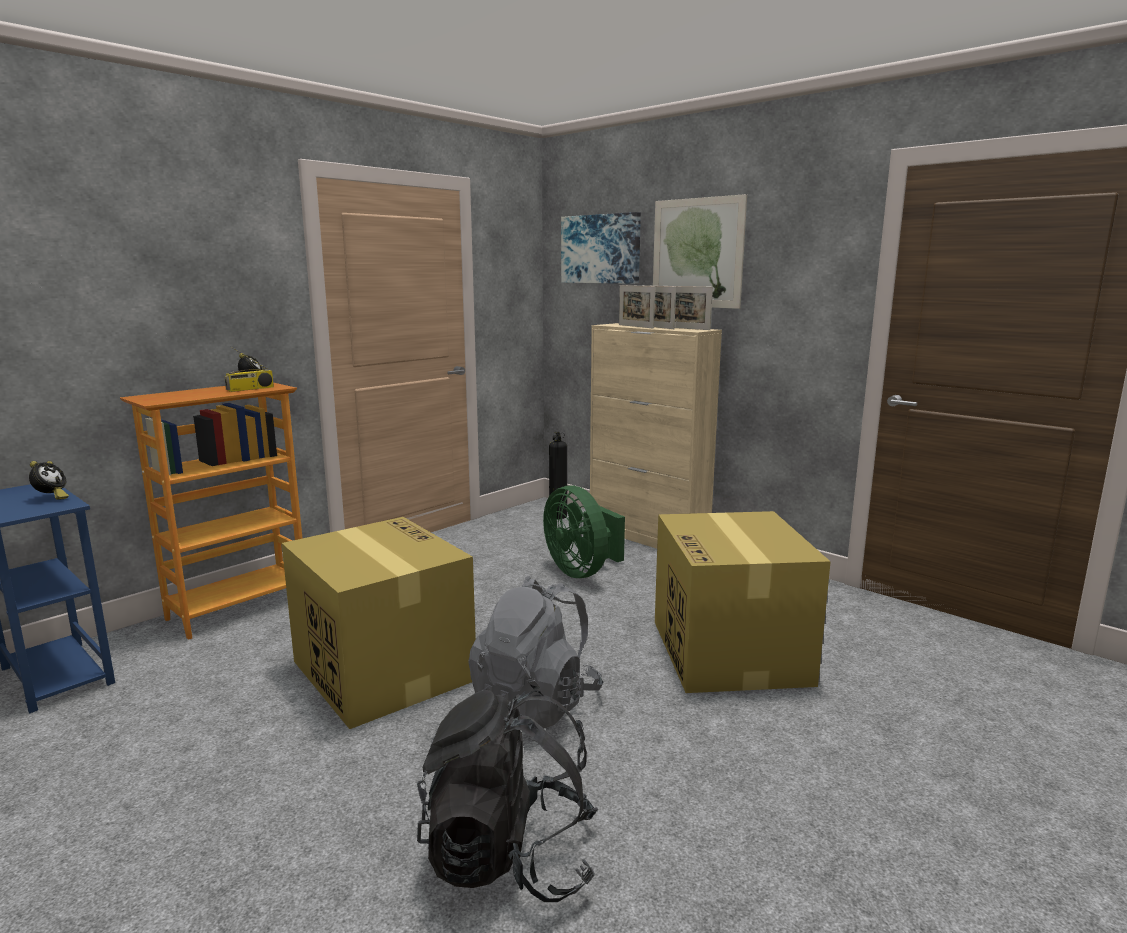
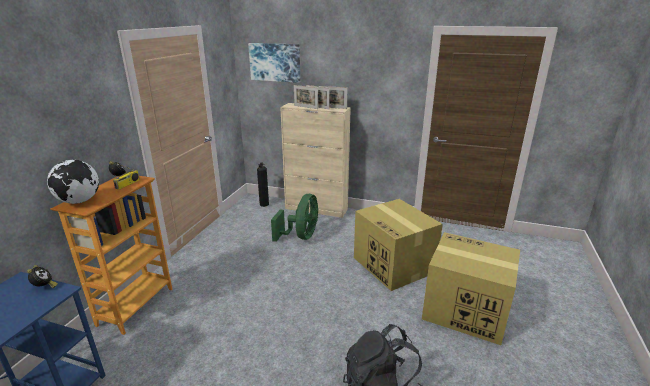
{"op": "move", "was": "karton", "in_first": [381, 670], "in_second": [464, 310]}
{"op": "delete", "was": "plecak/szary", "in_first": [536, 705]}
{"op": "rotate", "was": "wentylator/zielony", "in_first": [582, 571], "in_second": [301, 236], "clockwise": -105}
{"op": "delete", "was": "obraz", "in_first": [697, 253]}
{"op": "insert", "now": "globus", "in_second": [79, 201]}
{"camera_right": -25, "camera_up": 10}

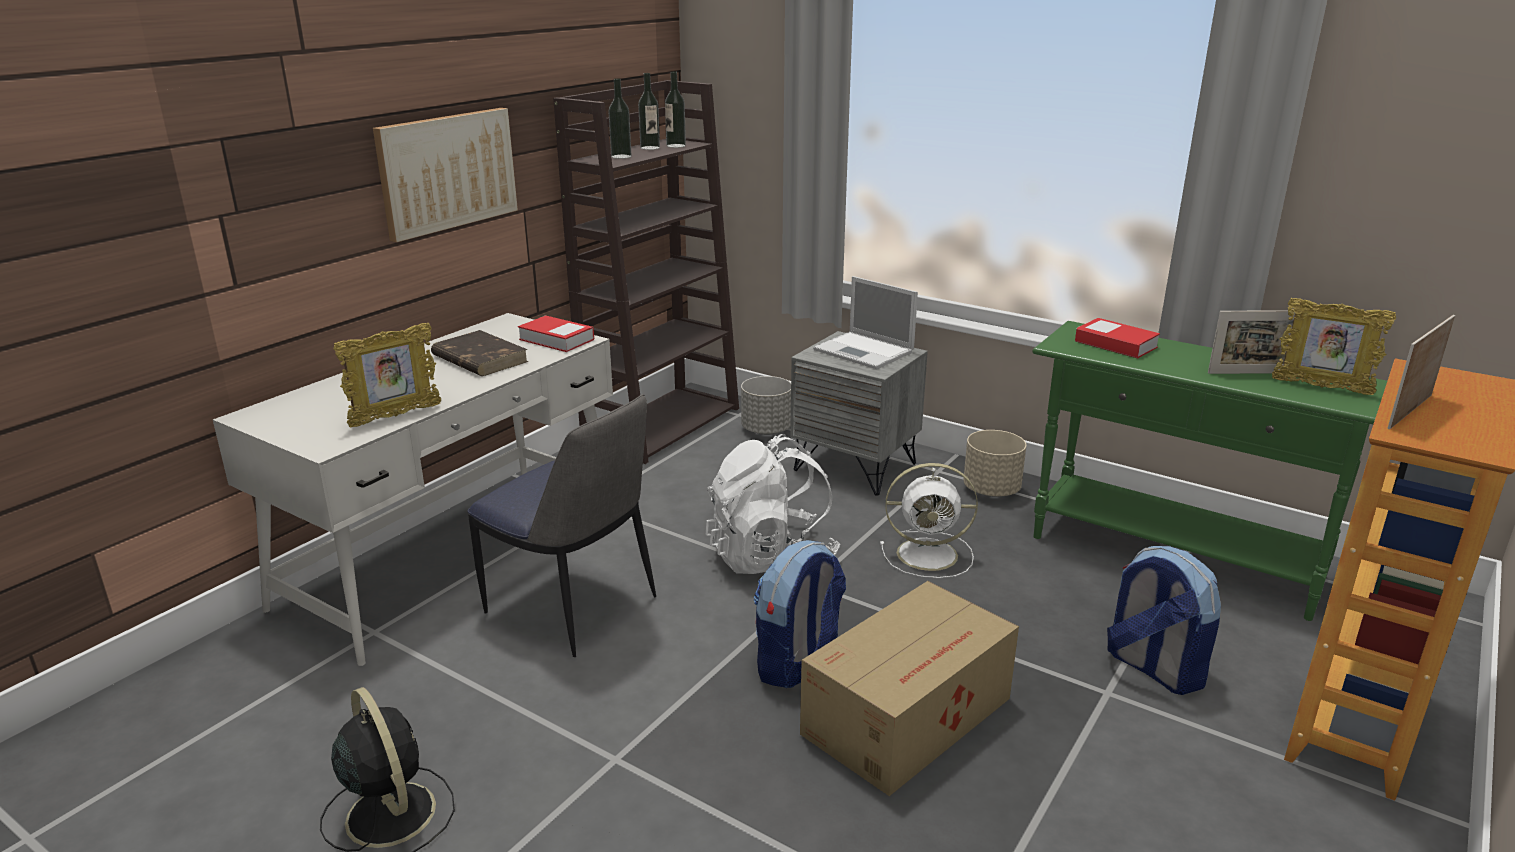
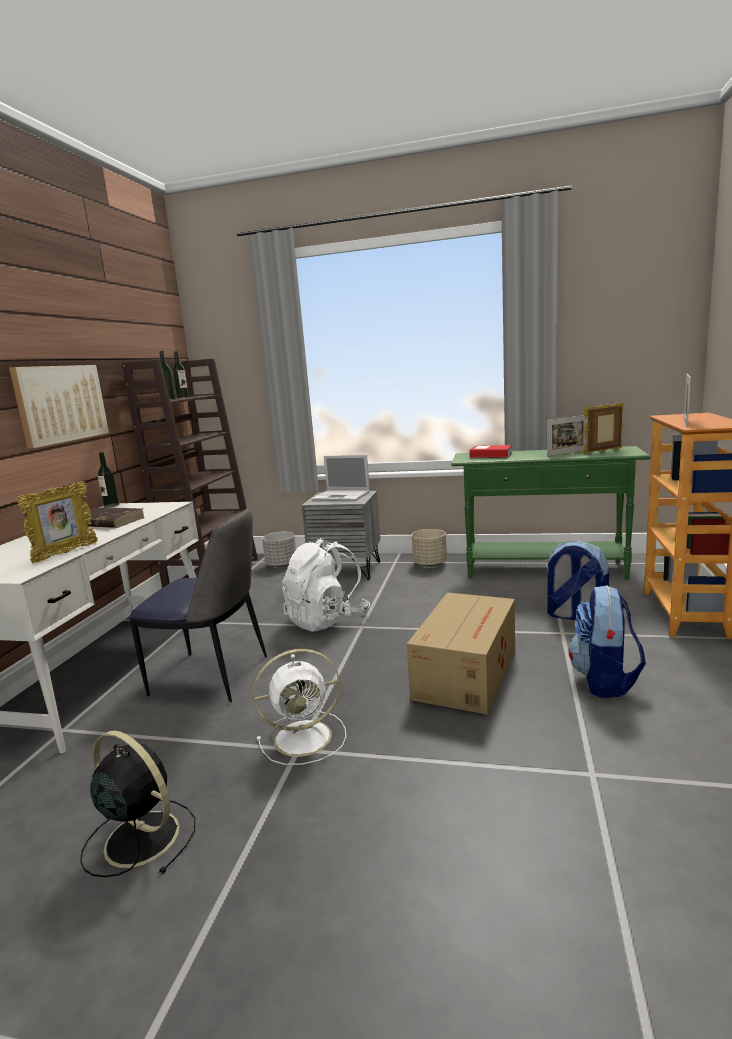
{"op": "delete", "was": "książka", "in_first": [556, 339]}
{"op": "move", "was": "butelka", "in_first": [676, 146], "in_second": [111, 505]}
{"op": "move", "was": "plecak", "in_first": [798, 664], "in_second": [605, 681]}
{"op": "move", "was": "wentylator/biały", "in_first": [930, 554], "in_second": [305, 737]}
{"op": "rotate", "was": "ramka na zdjęcie", "in_first": [1321, 387], "in_second": [603, 451], "clockwise": 150}
{"camera_right": -20, "camera_up": -10}

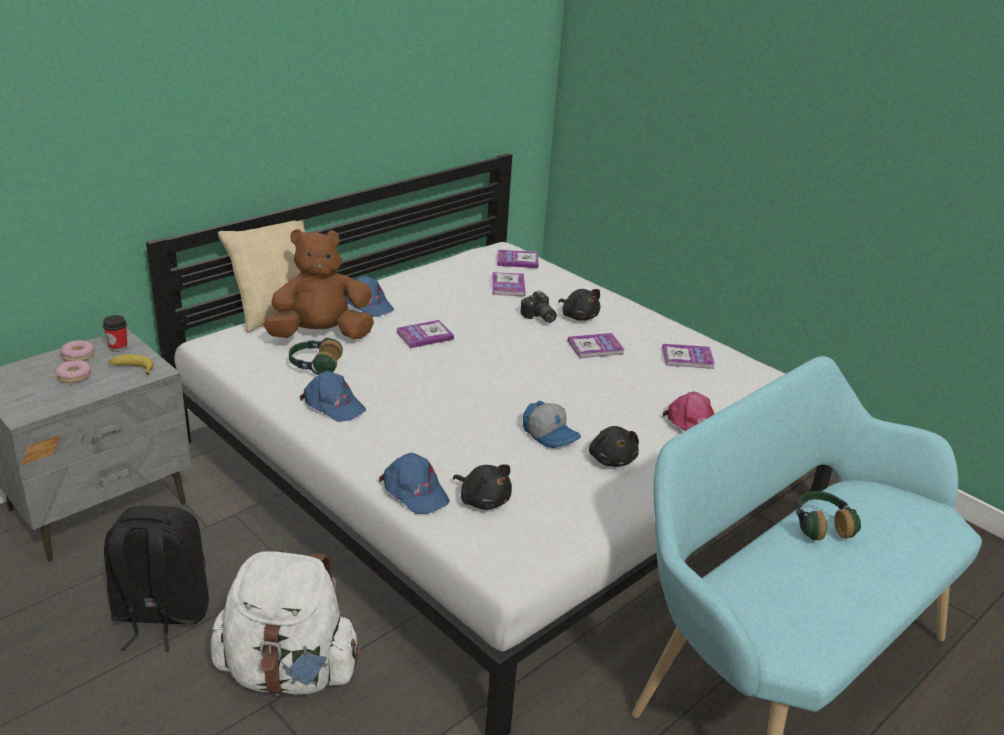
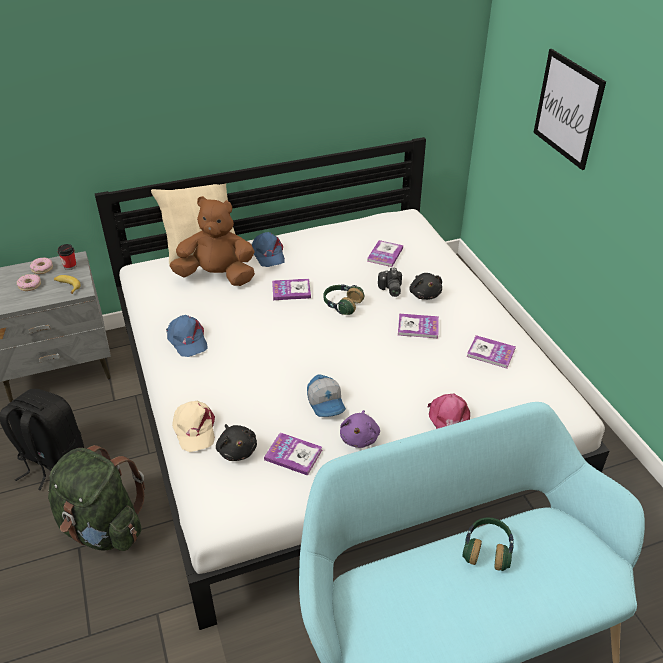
{"op": "recolor", "was": "plecak/biały", "now": "plecak/zielony", "in_first": [289, 672], "in_second": [103, 527]}
{"op": "move", "was": "słuchawki", "in_first": [315, 366], "in_second": [342, 304]}
{"op": "recolor", "was": "czapka z daszkiem/niebieski", "now": "czapka z daszkiem/beżowy", "in_first": [414, 491], "in_second": [194, 429]}
{"op": "move", "was": "książka", "in_first": [517, 260], "in_second": [293, 455]}
{"op": "recolor", "was": "pluszak/czarny", "now": "pluszak/fioletowy", "in_first": [612, 459], "in_second": [359, 437]}
{"op": "insert", "now": "obraz", "in_second": [568, 109]}
{"camera_right": 25, "camera_up": 10}

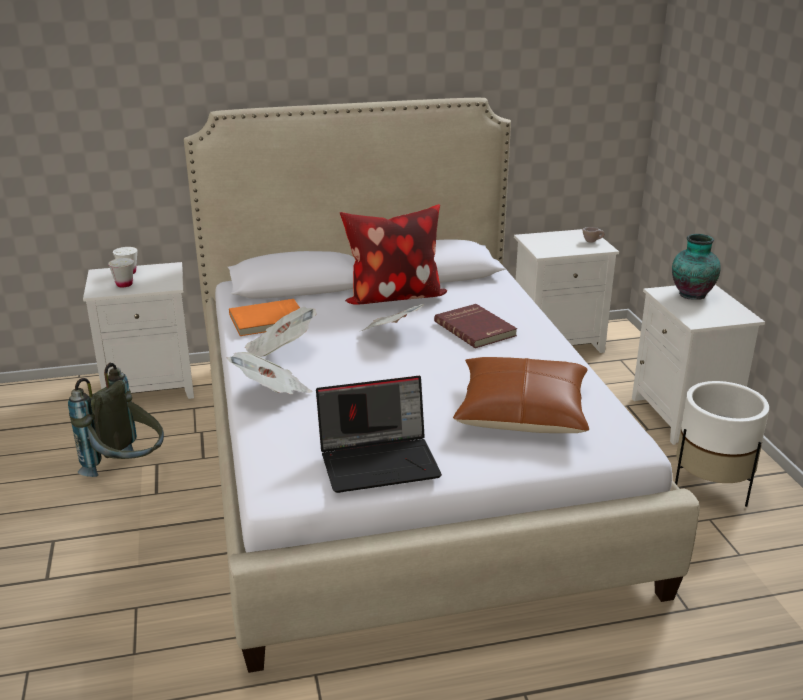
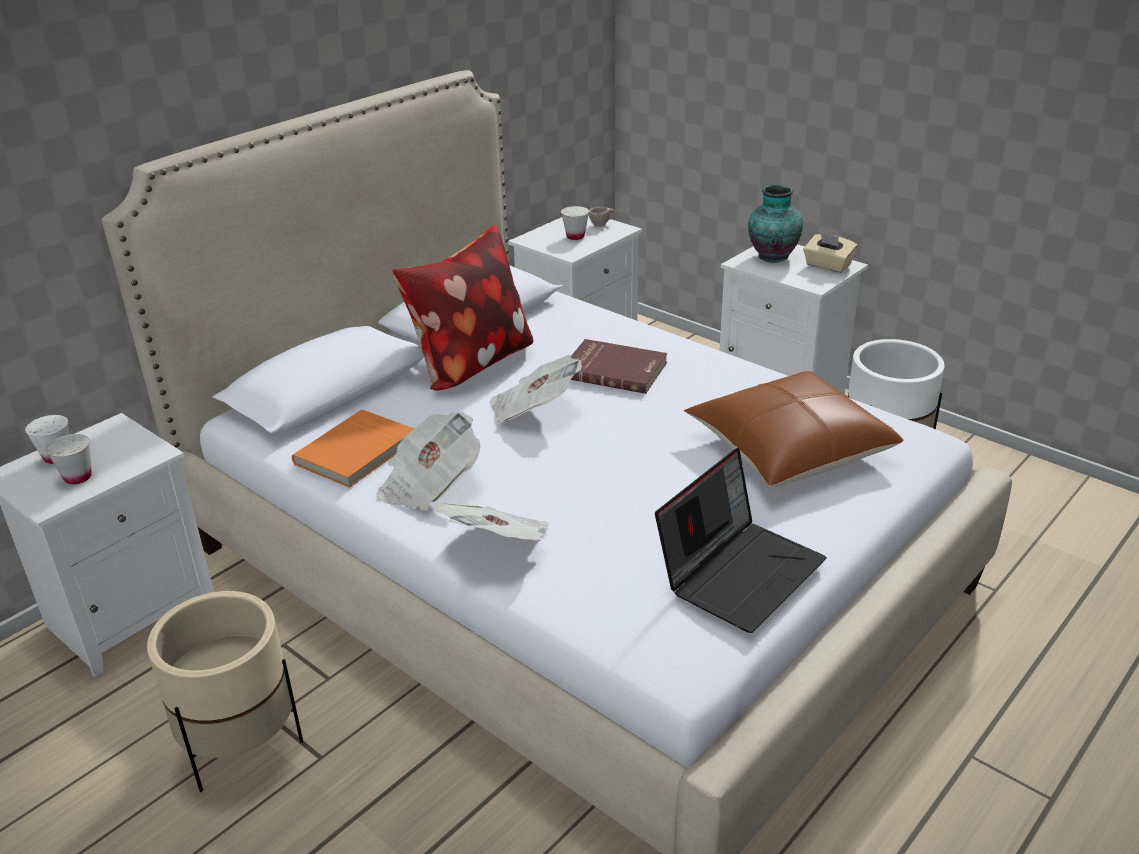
{"op": "replace", "was": "plecak/szary", "now": "donica/beżowy", "in_first": [128, 470], "in_second": [242, 746]}
{"op": "insert", "now": "filiżanka/biały", "in_second": [575, 236]}
{"op": "insert", "now": "pudełko chusteczek/beżowy", "in_second": [827, 266]}
{"camera_right": -35, "camera_up": 5}

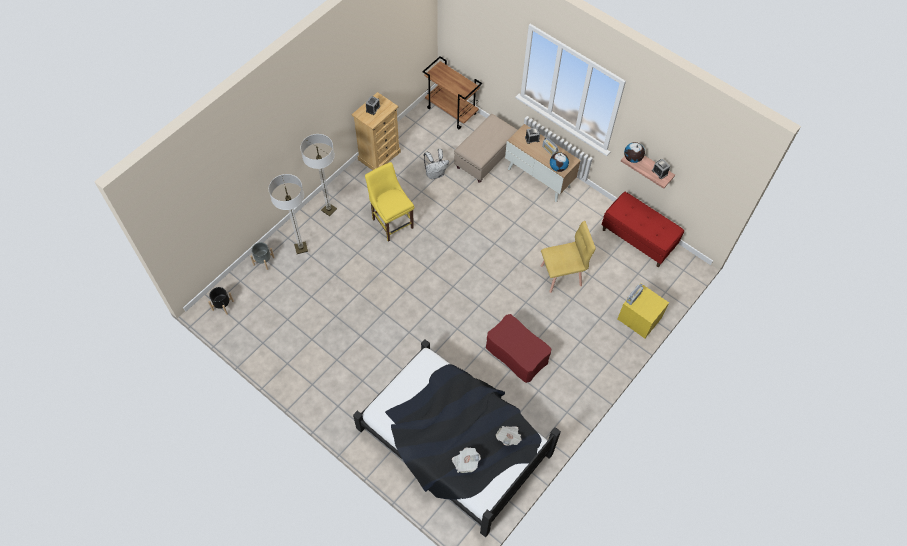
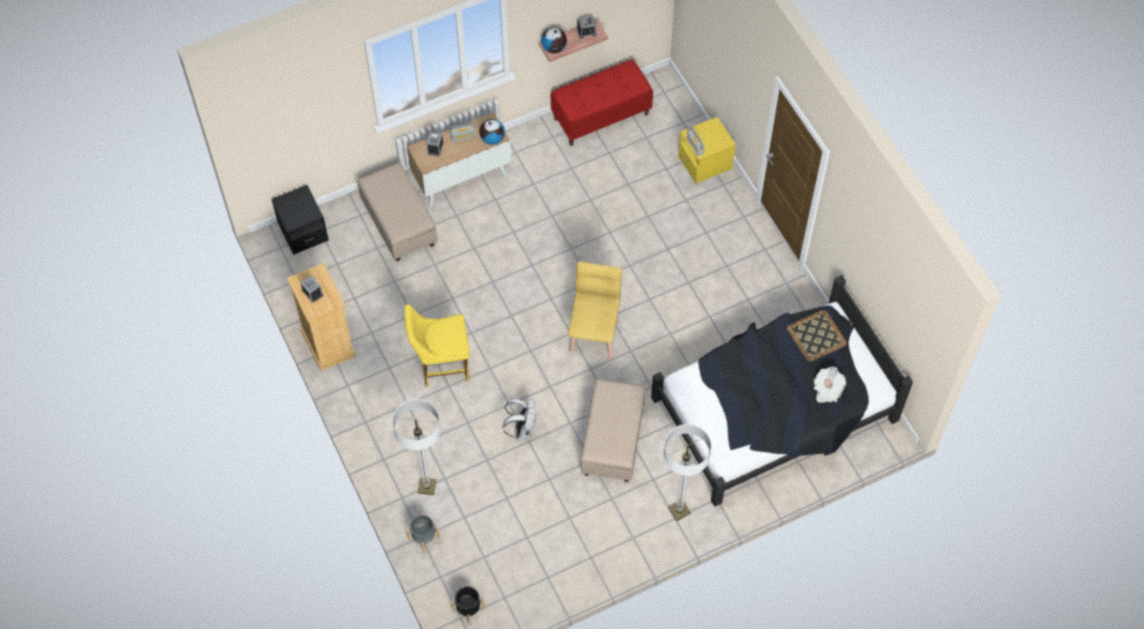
{"op": "move", "was": "lampa stojąca", "in_first": [329, 210], "in_second": [679, 510]}
{"op": "replace", "was": "wózek/brązowy", "now": "szafka nocna/czarny", "in_first": [452, 111], "in_second": [303, 231]}
{"op": "move", "was": "plecak/biały", "in_first": [435, 174], "in_second": [522, 429]}
{"op": "delete", "was": "pufa/czerwony", "in_first": [516, 354]}
{"op": "replace", "was": "gazeta", "now": "taca", "in_first": [509, 437], "in_second": [815, 335]}
{"op": "move", "was": "krzesło/żółty", "in_first": [561, 275], "in_second": [594, 336]}
{"op": "insert", "now": "pufa/beżowy", "in_second": [612, 441]}
{"camera_right": -65, "camera_up": 0}

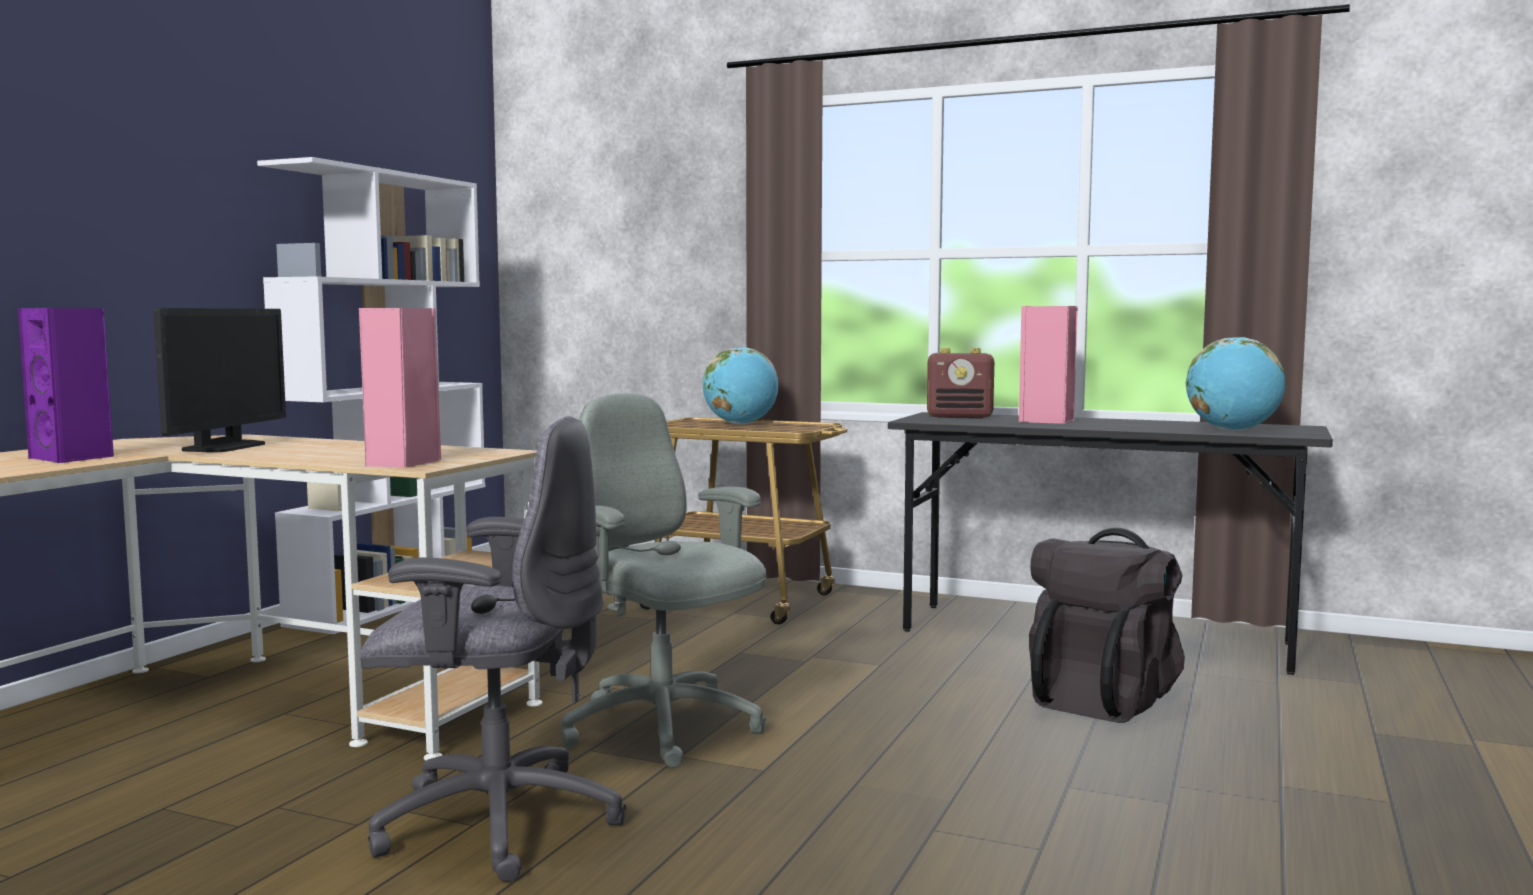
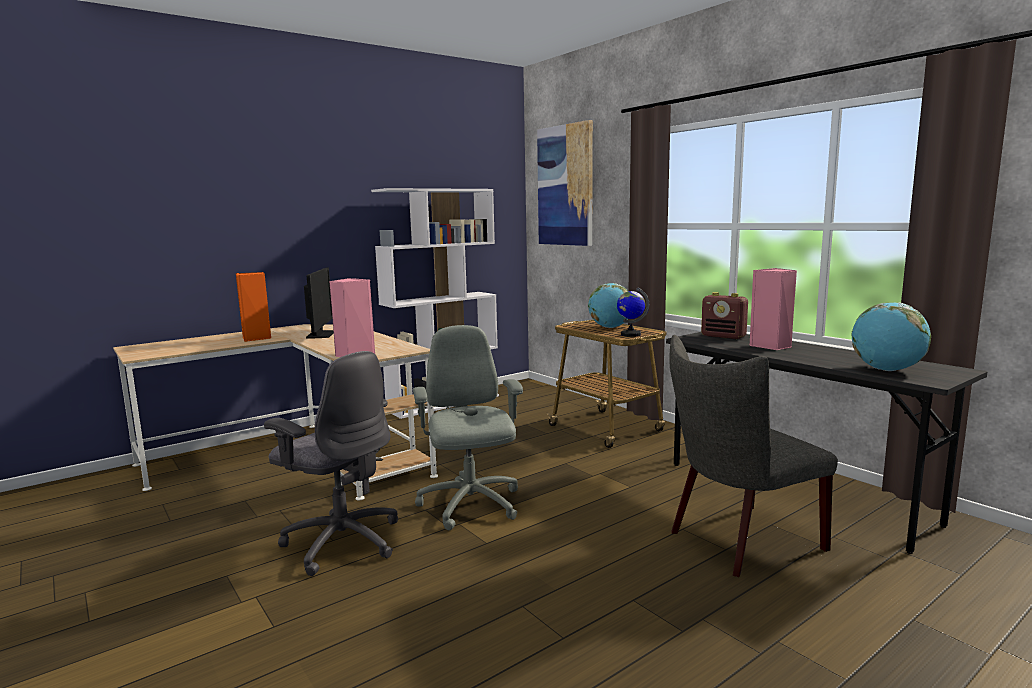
{"op": "recolor", "was": "głośnik/fioletowy", "now": "głośnik/pomarańczowy", "in_first": [73, 458], "in_second": [256, 338]}
{"op": "rotate", "was": "monitor", "in_first": [224, 447], "in_second": [320, 335], "clockwise": -45}
{"op": "replace", "was": "plecak/czarny", "now": "krzesło/szary", "in_first": [1103, 699], "in_second": [738, 542]}
{"op": "insert", "now": "obraz", "in_second": [565, 186]}
{"op": "insert", "now": "globus", "in_second": [630, 334]}
{"camera_right": 30, "camera_up": 5}

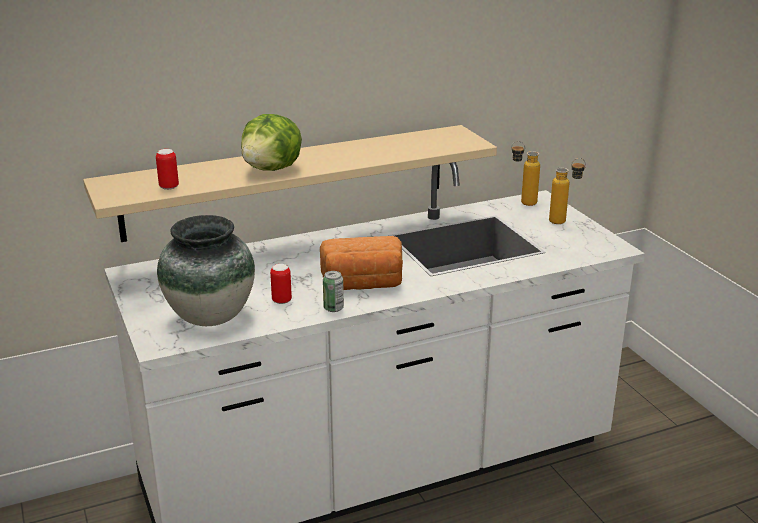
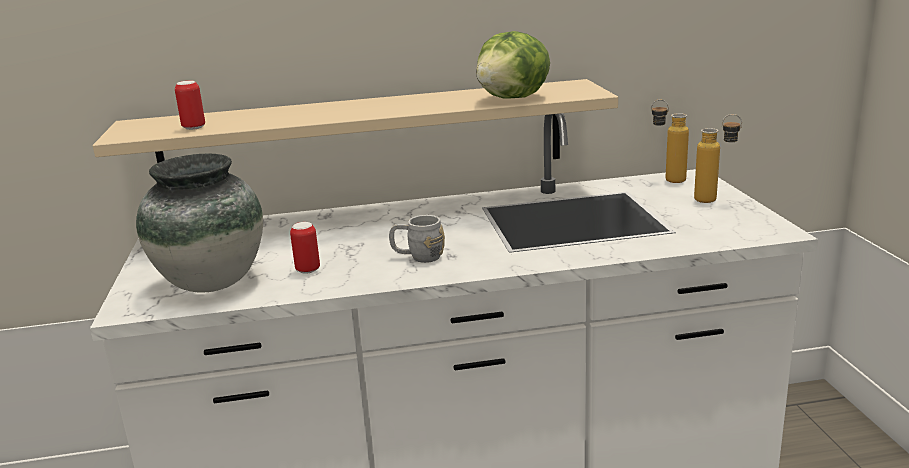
{"op": "move", "was": "sałata", "in_first": [272, 169], "in_second": [514, 98]}
{"op": "replace", "was": "chleb", "now": "kubek/szary", "in_first": [363, 284], "in_second": [418, 257]}
{"op": "delete", "was": "puszka", "in_first": [333, 308]}
{"camera_right": 15, "camera_up": -5}

